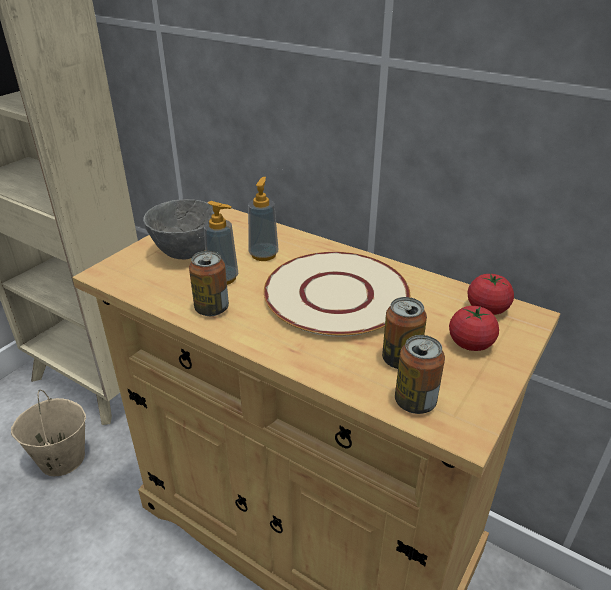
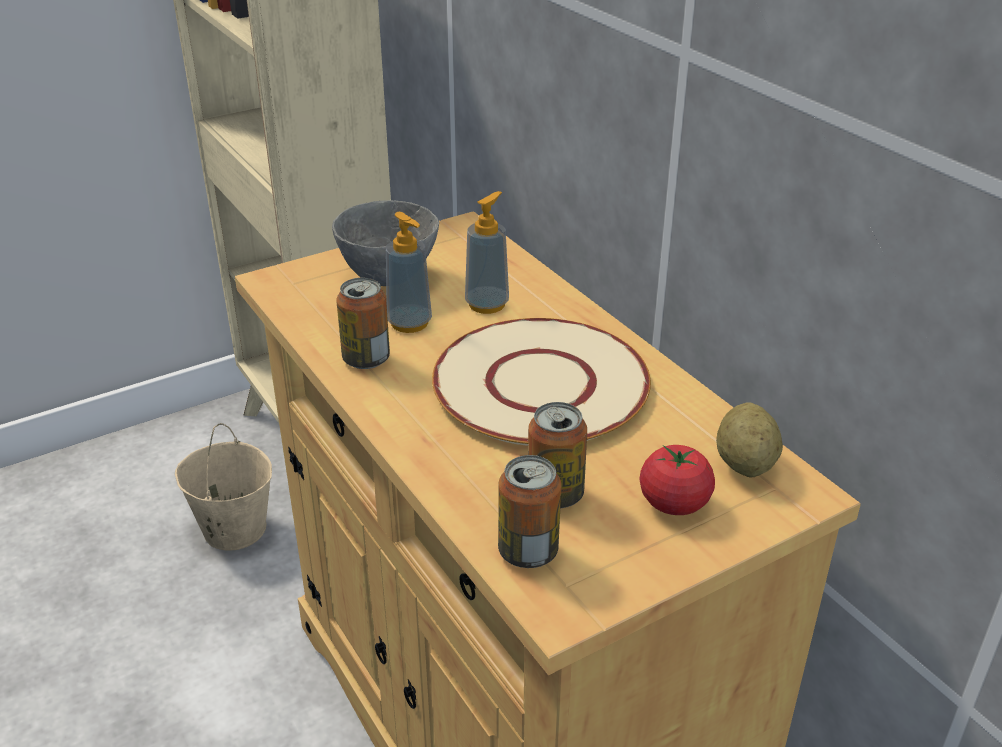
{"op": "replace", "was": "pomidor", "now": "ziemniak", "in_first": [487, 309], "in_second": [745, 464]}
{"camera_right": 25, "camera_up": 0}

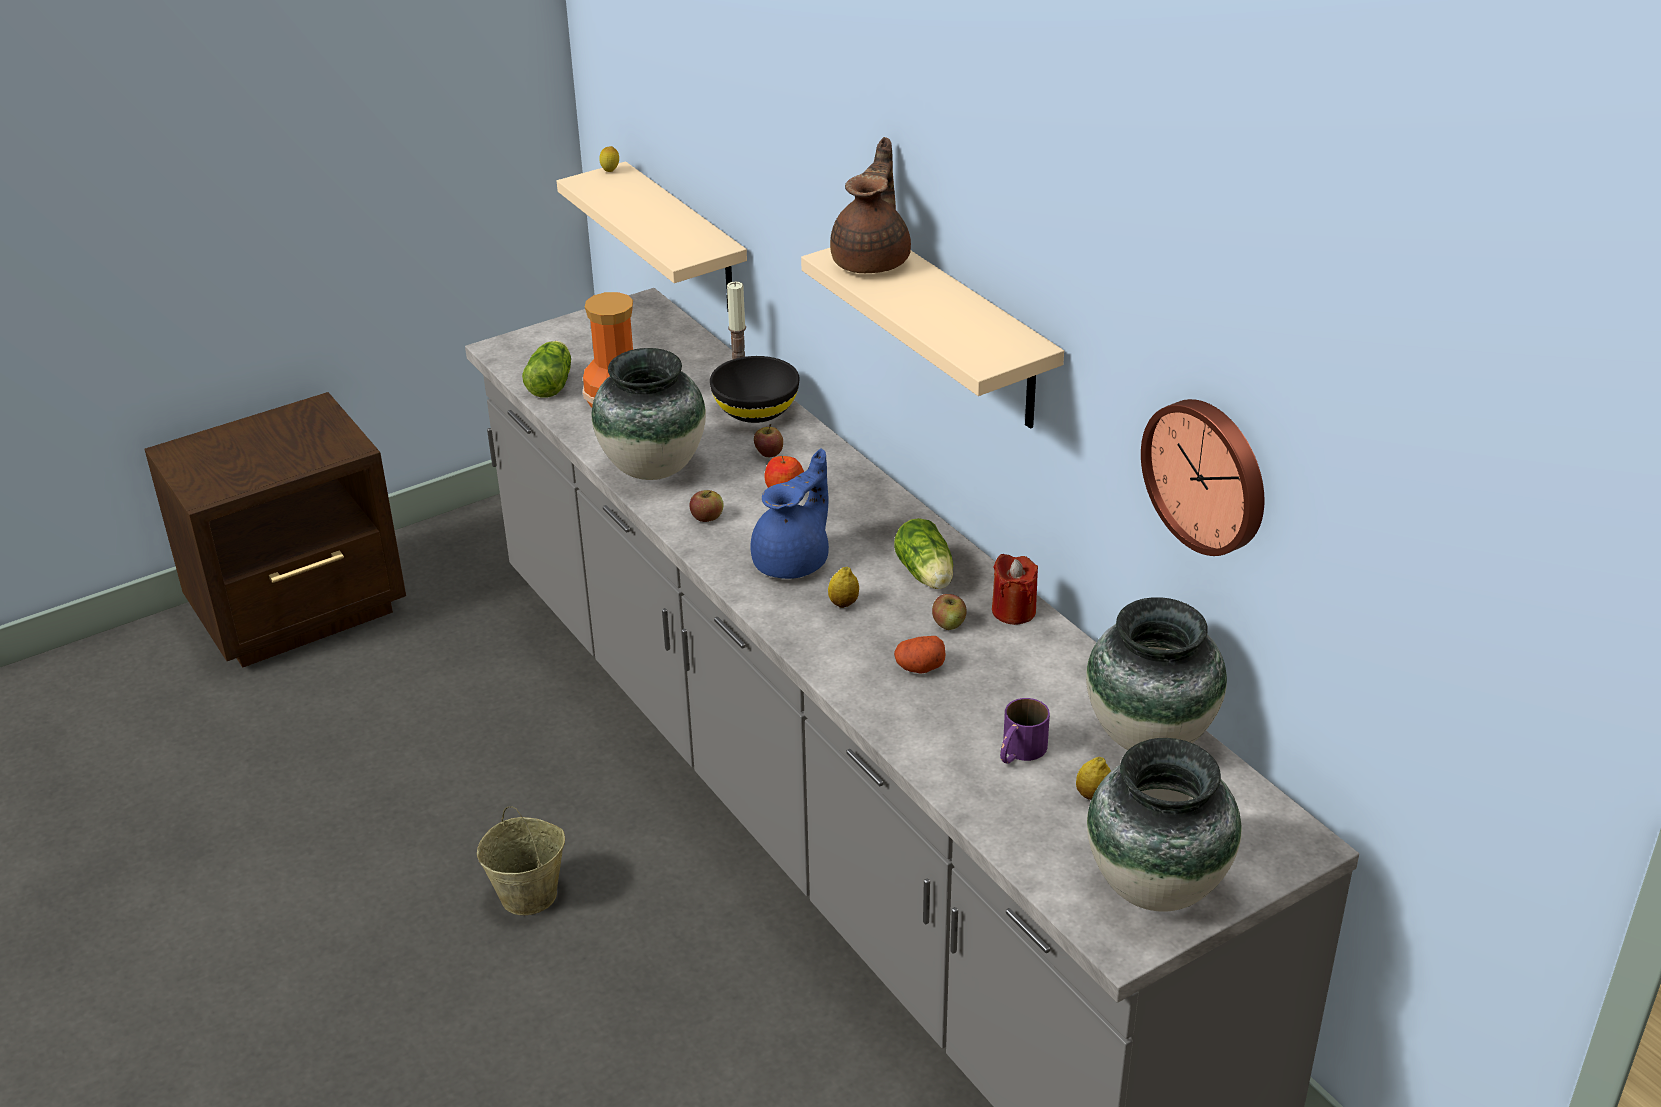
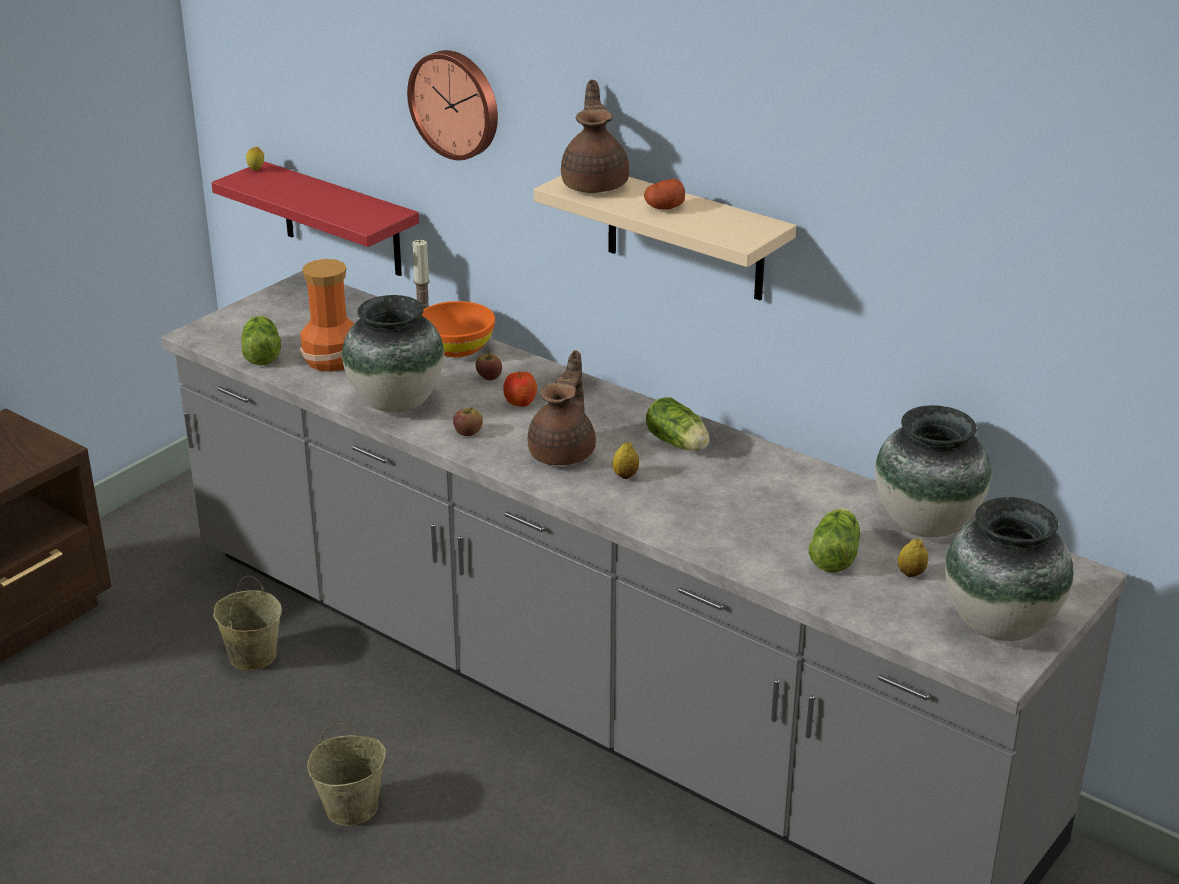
{"op": "recolor", "was": "półka/beżowy", "now": "półka/czerwony", "in_first": [686, 241], "in_second": [341, 220]}
{"op": "recolor", "was": "miska/czarny", "now": "miska/pomarańczowy", "in_first": [755, 410], "in_second": [456, 347]}
{"op": "recolor", "was": "imbryk/niebieski", "now": "imbryk/brązowy", "in_first": [794, 561], "in_second": [564, 452]}
{"op": "move", "was": "ziemniak", "in_first": [919, 667], "in_second": [664, 207]}
{"op": "delete", "was": "jabłko", "in_first": [949, 623]}
{"op": "delete", "was": "świeca/czerwony", "in_first": [1013, 611]}
{"op": "replace", "was": "kubek/fioletowy", "now": "sałata", "in_first": [1019, 752], "in_second": [835, 555]}
{"op": "move", "was": "zegar ścienny", "in_first": [1208, 474], "in_second": [456, 103]}
{"op": "insert", "now": "wiadro/beżowy", "in_second": [252, 656]}
{"camera_right": -20, "camera_up": -5}

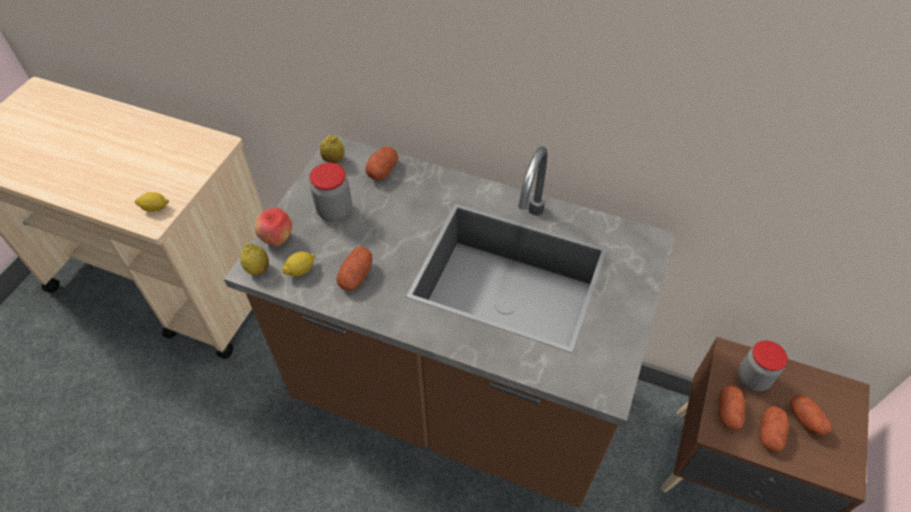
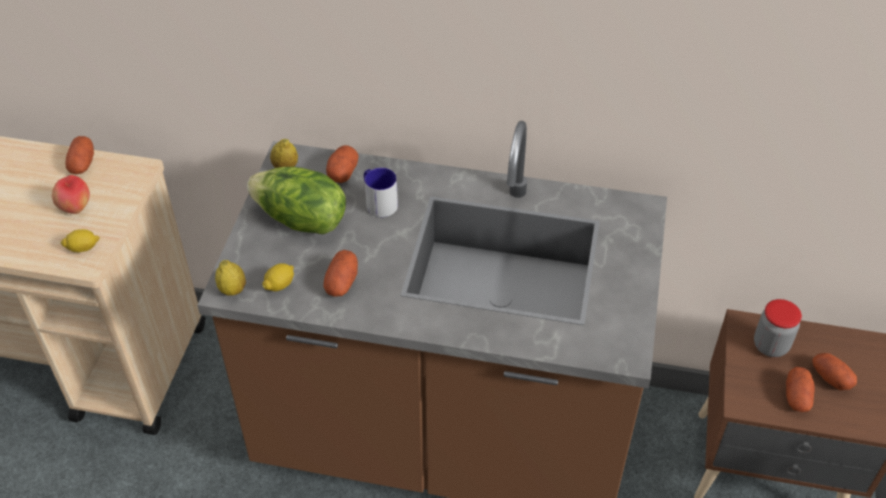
{"op": "move", "was": "jabłko", "in_first": [277, 239], "in_second": [76, 208]}
{"op": "replace", "was": "słoik", "now": "sałata", "in_first": [335, 211], "in_second": [301, 220]}
{"op": "move", "was": "ziemniak", "in_first": [728, 412], "in_second": [82, 164]}
{"op": "insert", "now": "kubek", "in_second": [378, 202]}
{"camera_right": -10, "camera_up": -5}

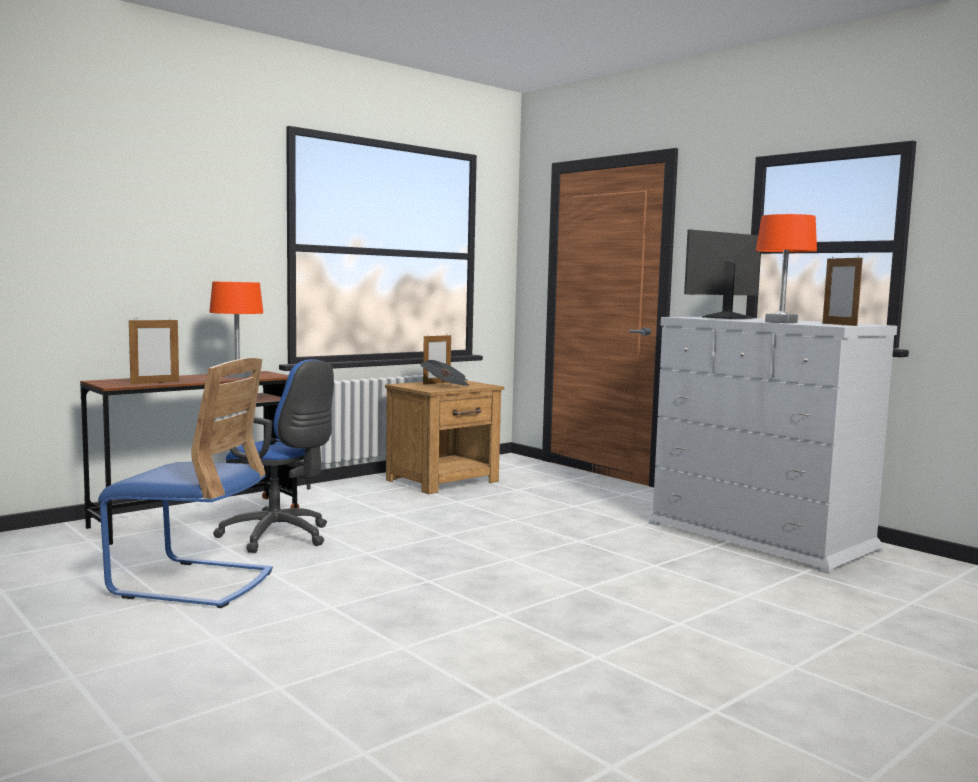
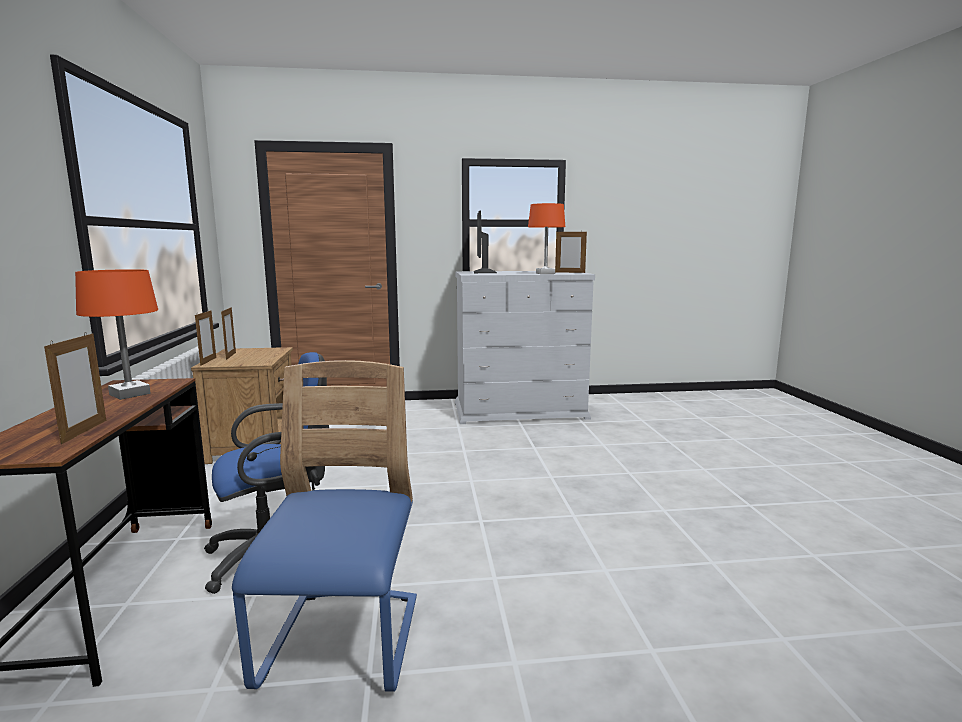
{"op": "rotate", "was": "krzesło/niebieski", "in_first": [192, 583], "in_second": [342, 643], "clockwise": -45}
{"op": "delete", "was": "gazeta", "in_first": [446, 387]}
{"op": "insert", "now": "ramka na zdjęcie", "in_second": [208, 361]}
{"camera_right": -55, "camera_up": 5}

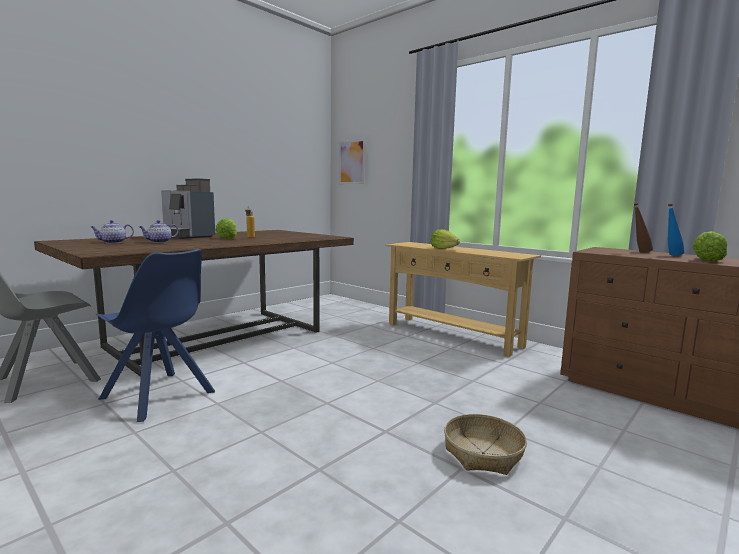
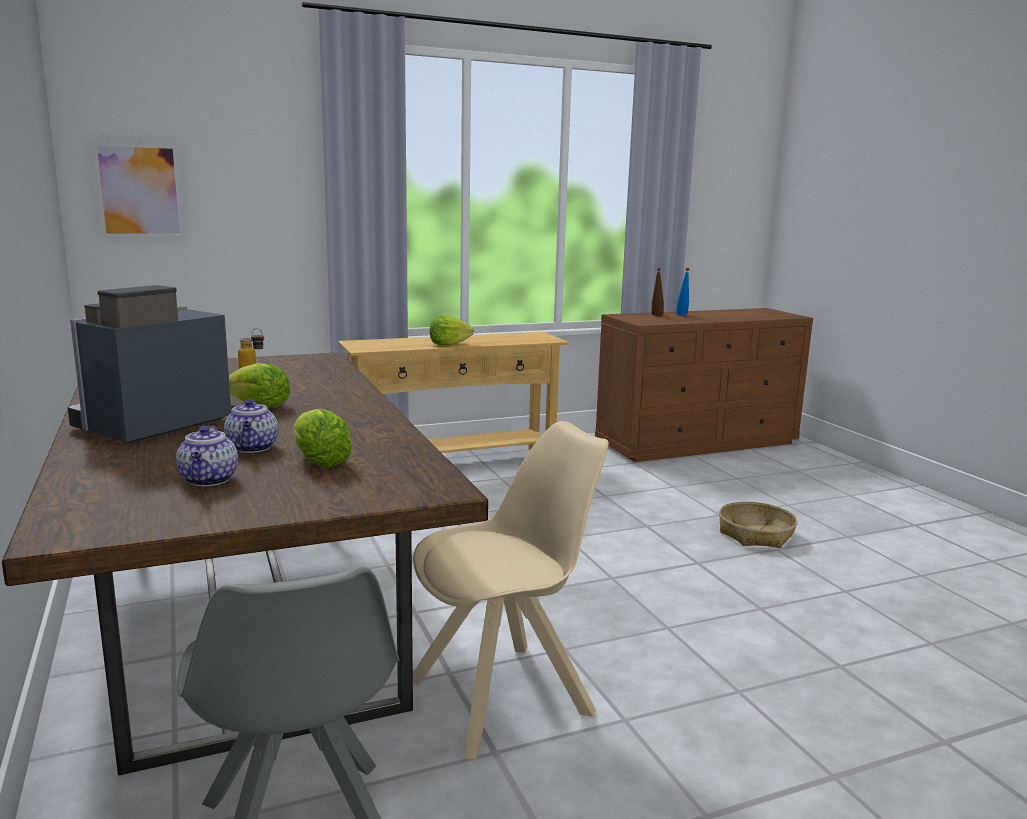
{"op": "recolor", "was": "krzesło/niebieski", "now": "krzesło/beżowy", "in_first": [159, 396], "in_second": [504, 696]}
{"op": "rotate", "was": "ekspres do kawy", "in_first": [187, 236], "in_second": [150, 426], "clockwise": 150}
{"op": "move", "was": "sałata", "in_first": [706, 260], "in_second": [319, 461]}
{"camera_right": -65, "camera_up": 5}

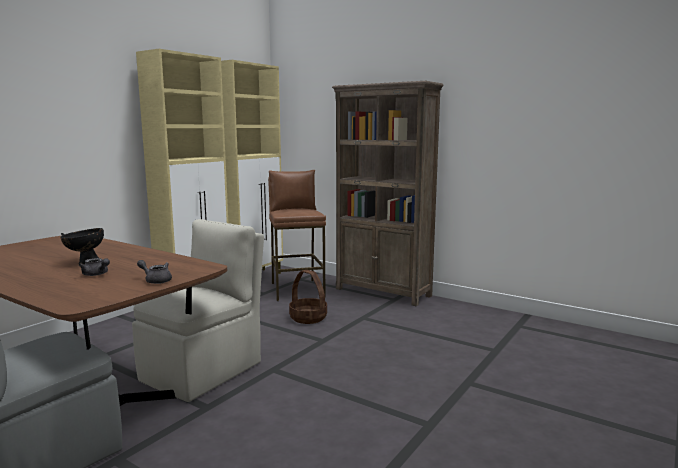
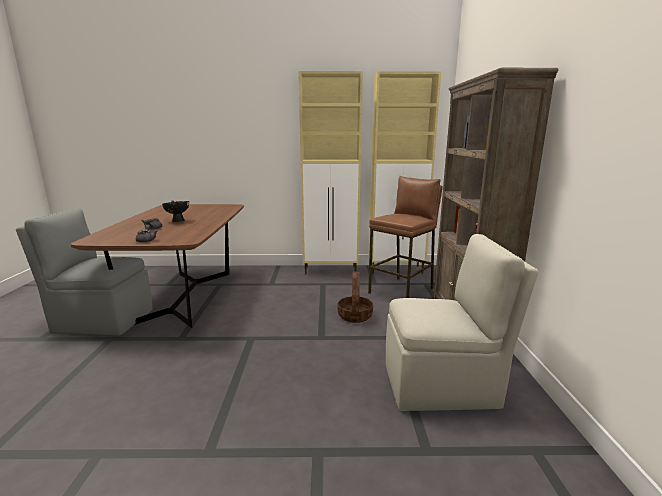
{"op": "move", "was": "krzesło/beżowy", "in_first": [204, 370], "in_second": [442, 385]}
{"camera_right": 55, "camera_up": 5}

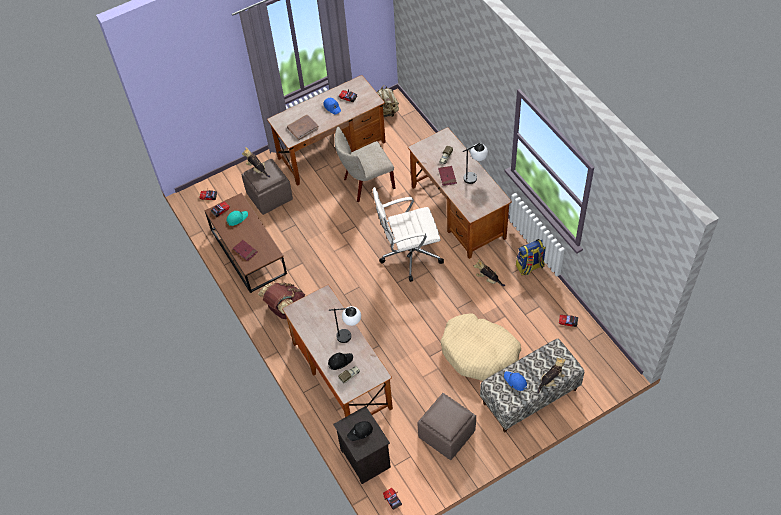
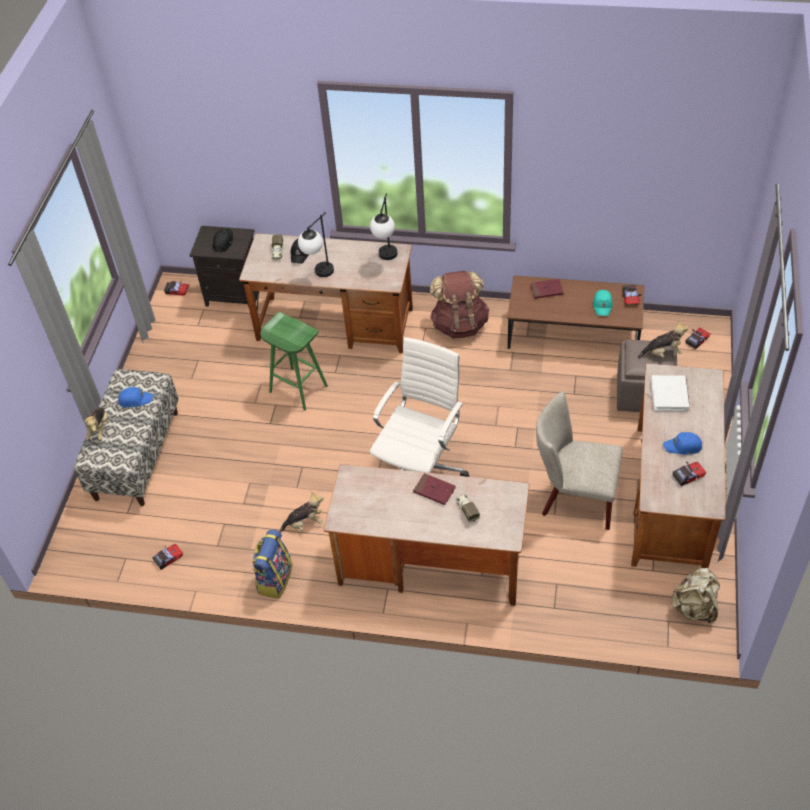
{"op": "recolor", "was": "książka/brązowy", "now": "książka/biały", "in_first": [302, 128], "in_second": [670, 395]}
{"op": "rotate", "was": "krzesło/beżowy", "in_first": [366, 184], "in_second": [574, 498], "clockwise": -90}
{"op": "delete", "was": "pufa/brązowy", "in_first": [446, 434]}
{"op": "delete", "was": "legowisko/beżowy", "in_first": [479, 353]}
{"op": "move", "was": "lampa stołowa", "in_first": [474, 176], "in_second": [386, 259]}
{"op": "insert", "now": "stołek/zielony", "in_second": [297, 389]}
{"camera_right": 130, "camera_up": -5}

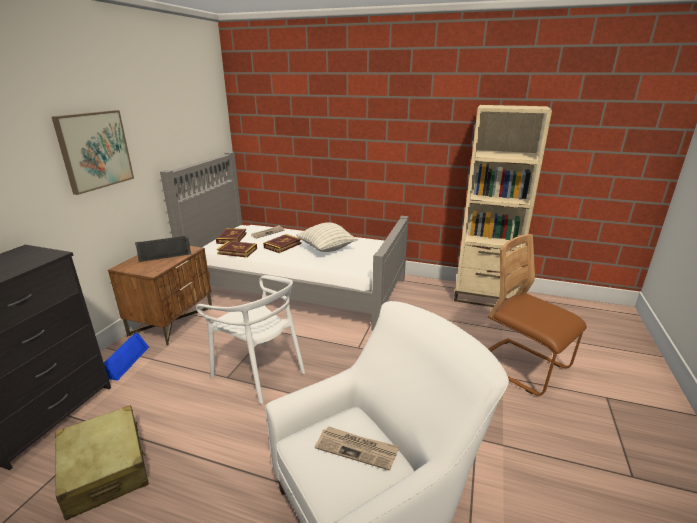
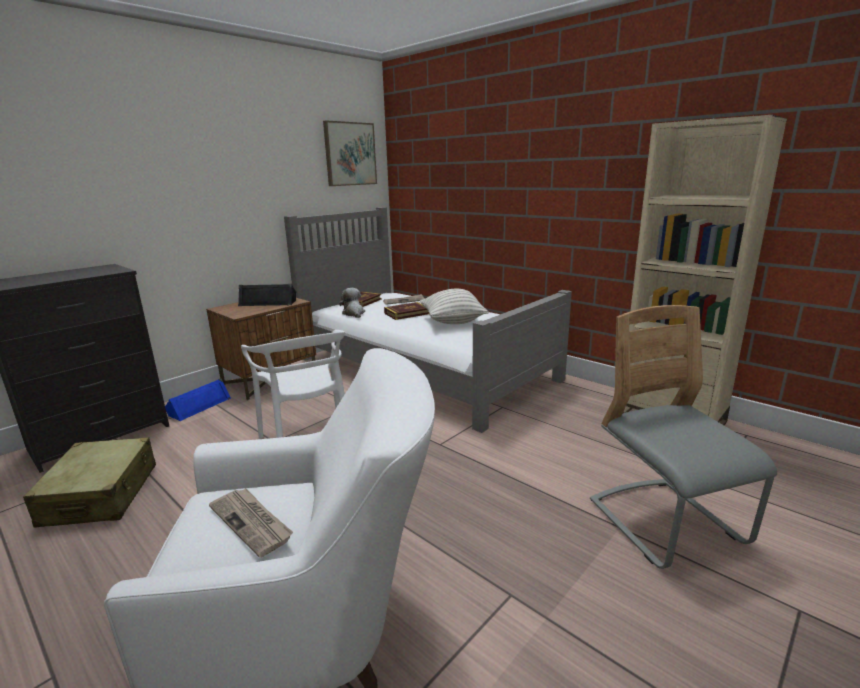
{"op": "move", "was": "obraz", "in_first": [95, 150], "in_second": [350, 154]}
{"op": "replace", "was": "książka", "now": "pluszak", "in_first": [237, 251], "in_second": [354, 313]}
{"op": "recolor", "was": "krzesło/brązowy", "now": "krzesło/szary", "in_first": [523, 367], "in_second": [665, 523]}
{"camera_right": 25, "camera_up": -5}

